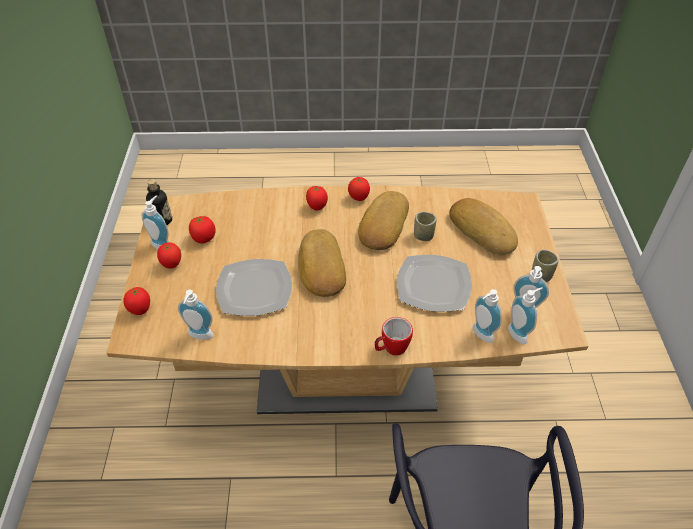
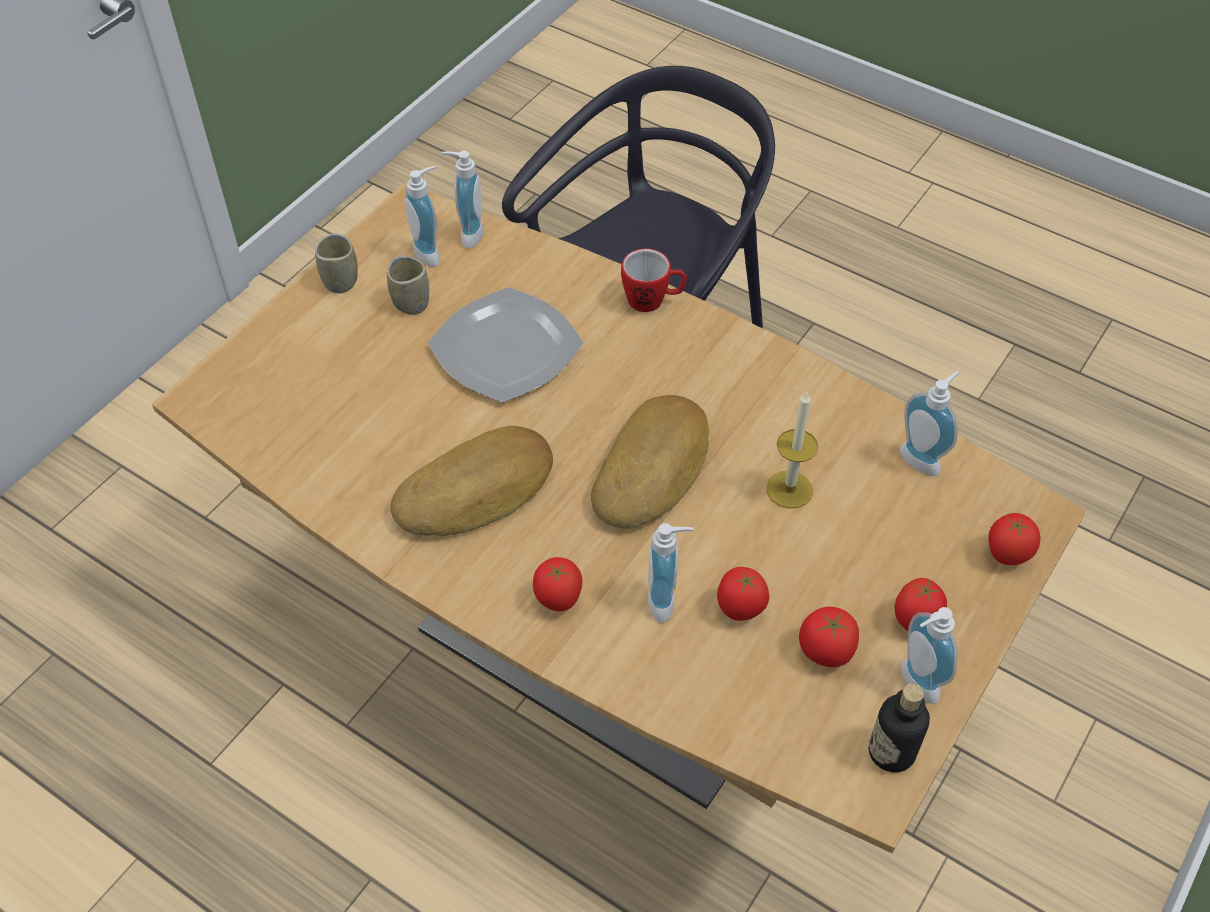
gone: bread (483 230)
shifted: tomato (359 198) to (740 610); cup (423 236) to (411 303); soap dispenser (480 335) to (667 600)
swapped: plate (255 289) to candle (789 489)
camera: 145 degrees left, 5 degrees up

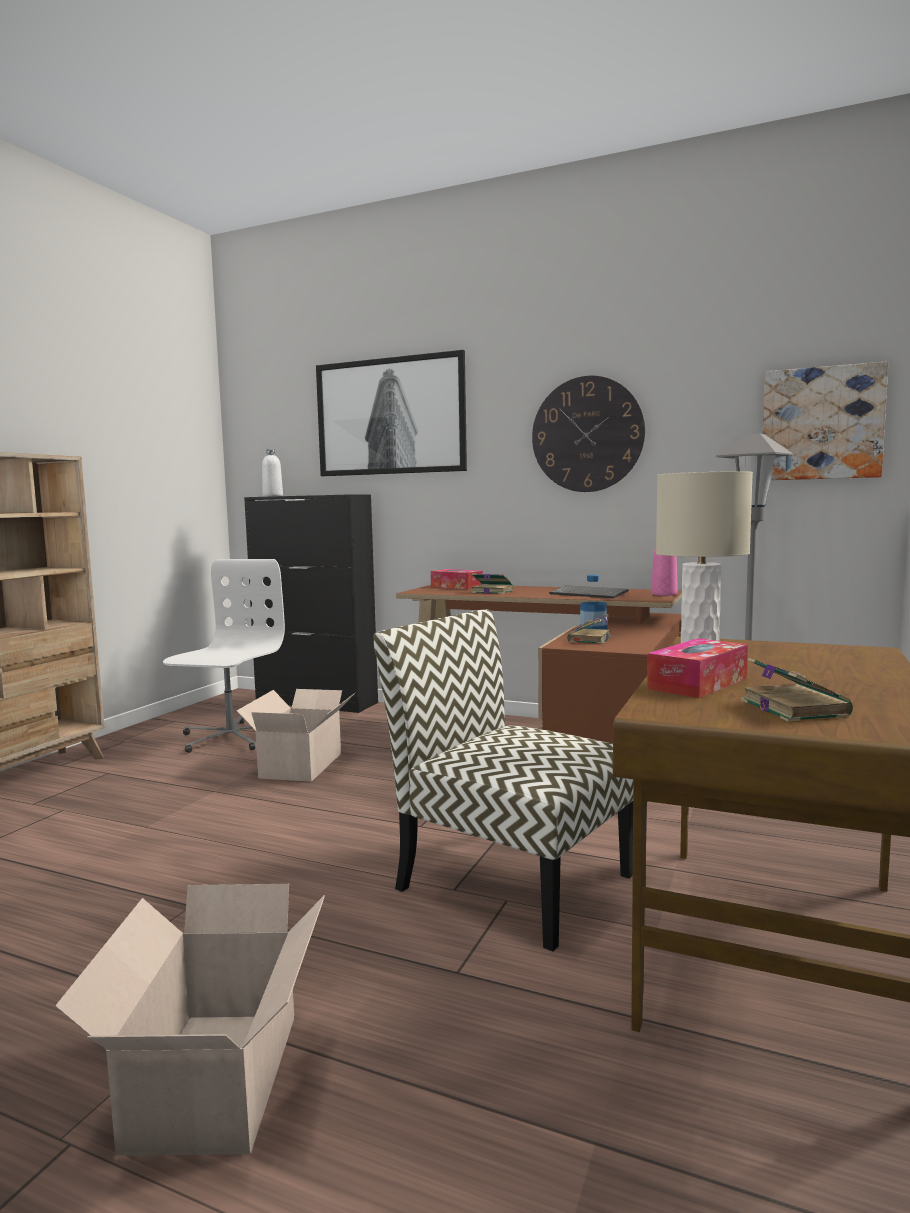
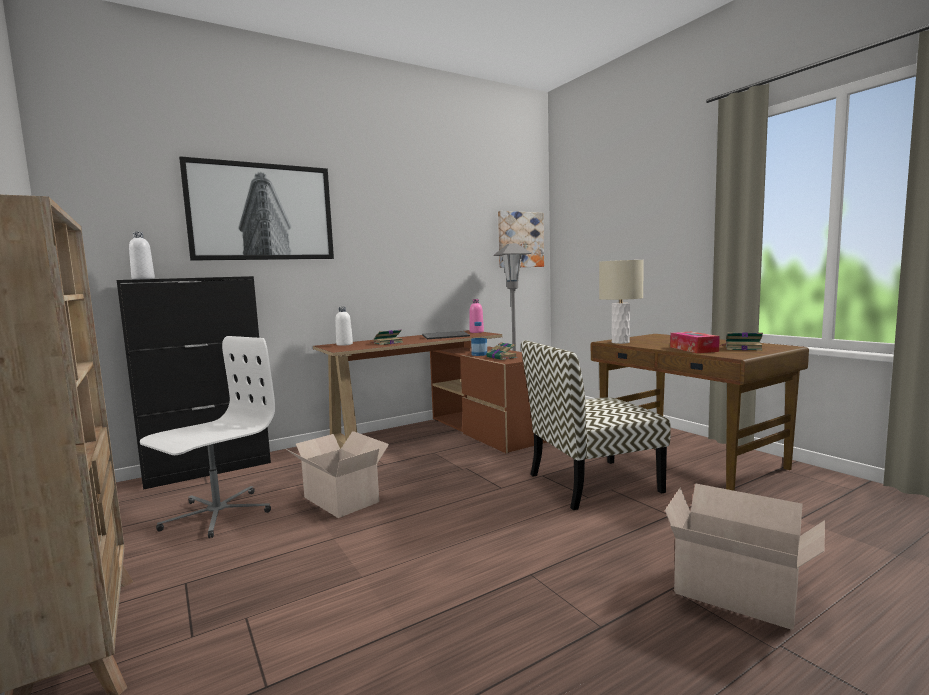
gone: wall clock (587 434)
swapped: tissue box (456 586) to bottle (white) (344 344)
rotated: office chair (white) (229 737) = (216 514) 75 degrees clockwise
camera: 55 degrees left, 0 degrees up

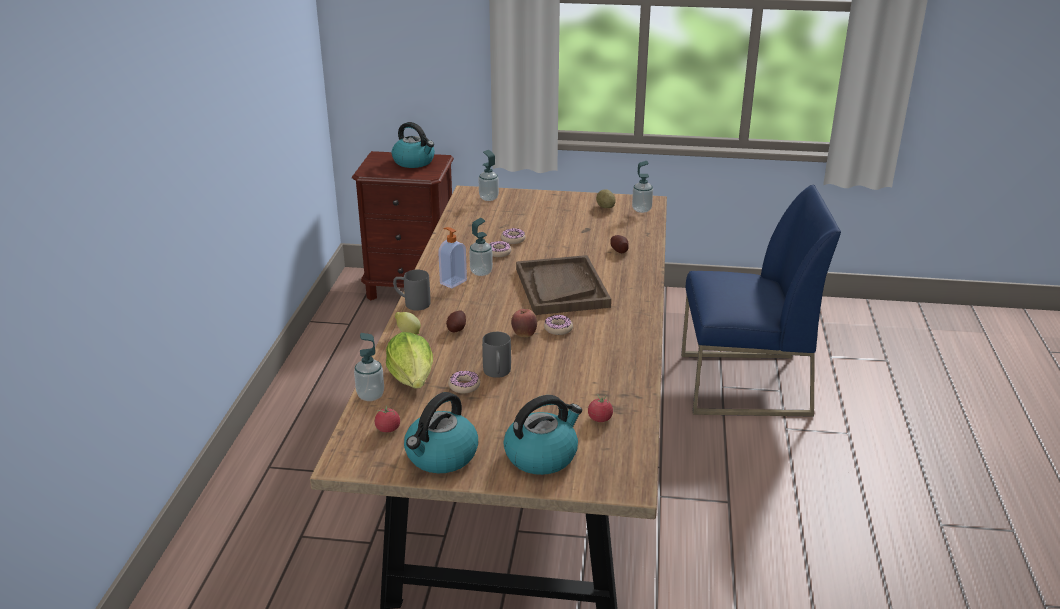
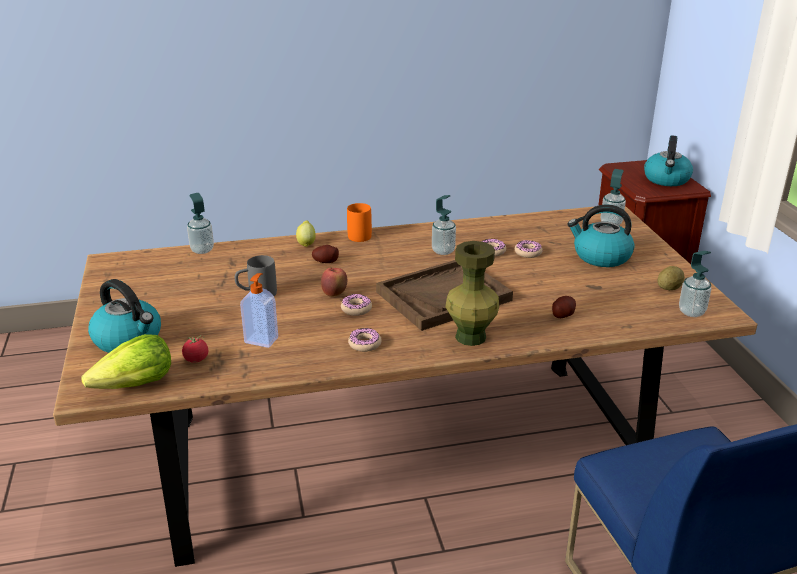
gone: tomato (388 429)
new: vase (green) (471 337)
shifted: lettuce (412 379) to (135 385); kettle (441 456) to (600 256); soap dispenser (452 282) to (262 340); donut (464 386) to (364 344)
repainted: mug (grey) (412 303) to mug (orange) (359 234)
camera: 70 degrees right, 0 degrees up

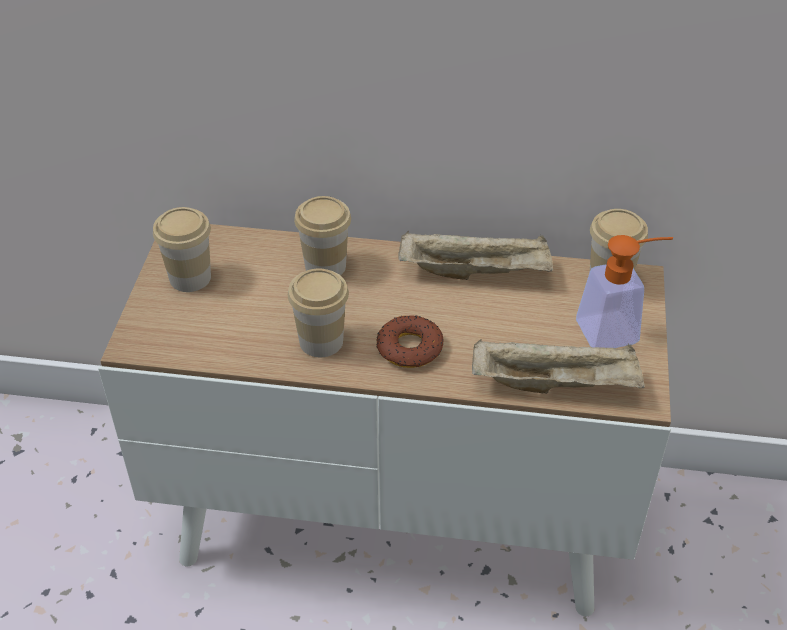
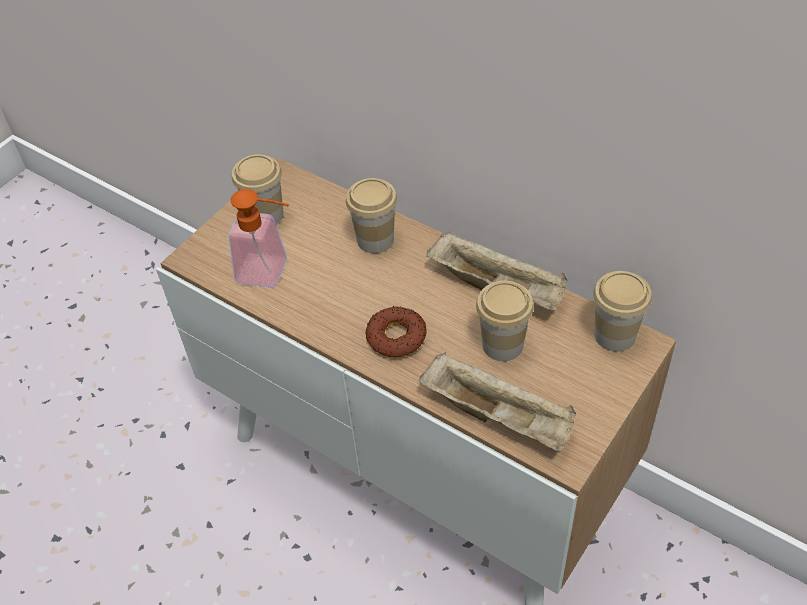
shifted: cup (321 341) to (502 345); soap dispenser (617 330) to (271 272)
camera: 30 degrees right, 5 degrees up

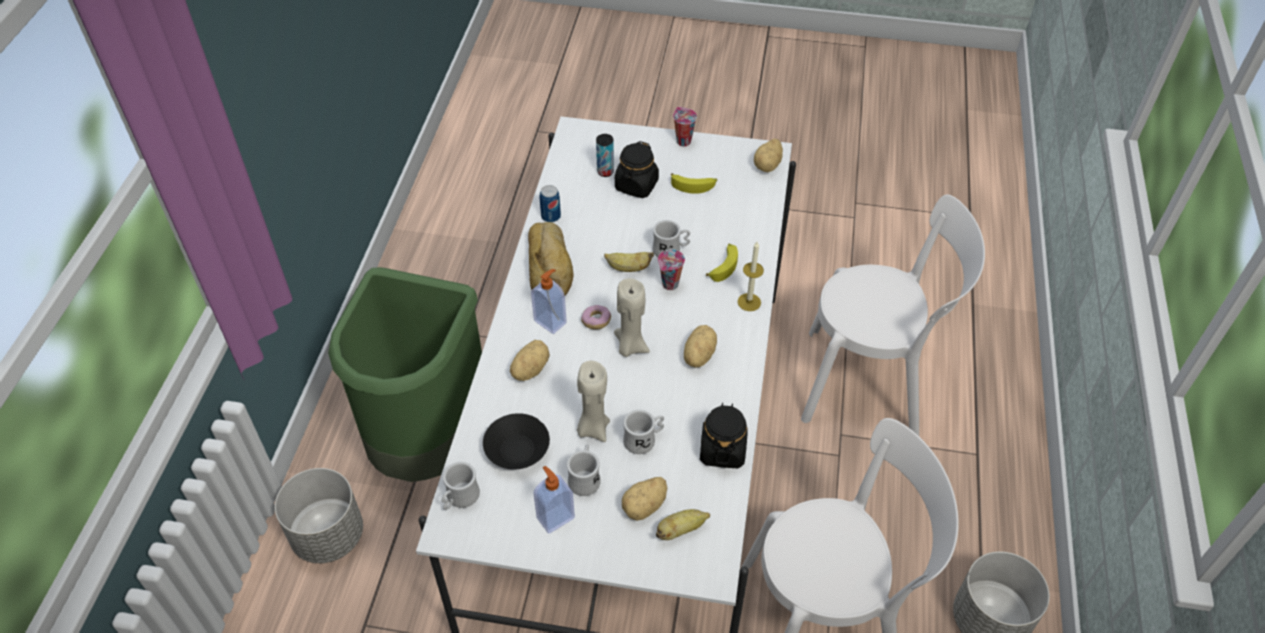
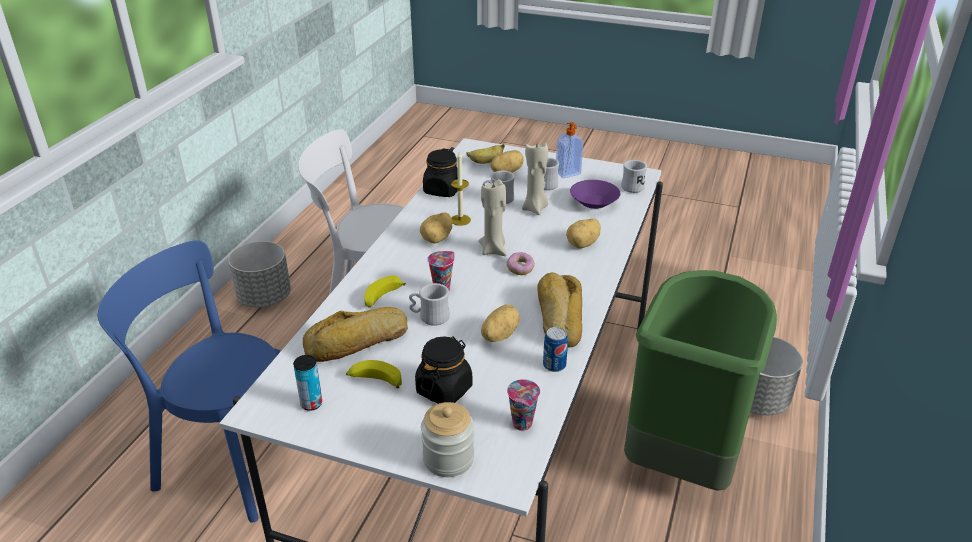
gone: soap dispenser (551 321); banana (628 268)
new: bread (358 343); jar (448 458)
shifted: can (605 172) to (311 404); cup (682 141) to (523 424); candle (749 302) to (460 220); potato (768 165) to (498 335)
repainted: bowl (black) (518 450) to bowl (purple) (593 203); chair (white) (870 383) to chair (blue) (230 458)
camera: 170 degrees left, 15 degrees down

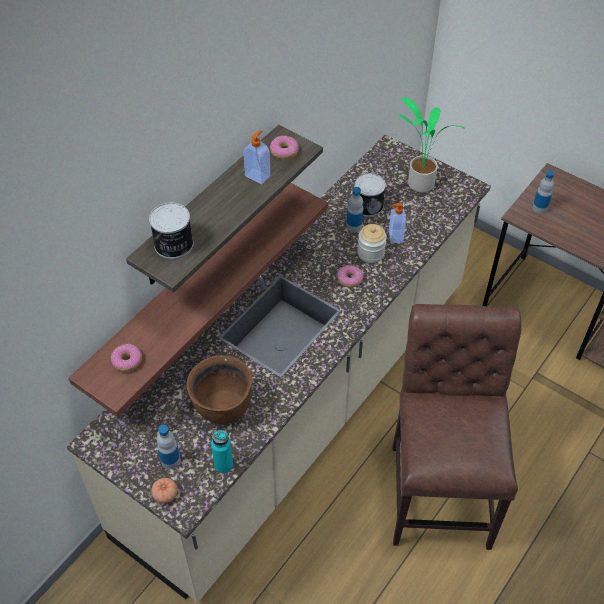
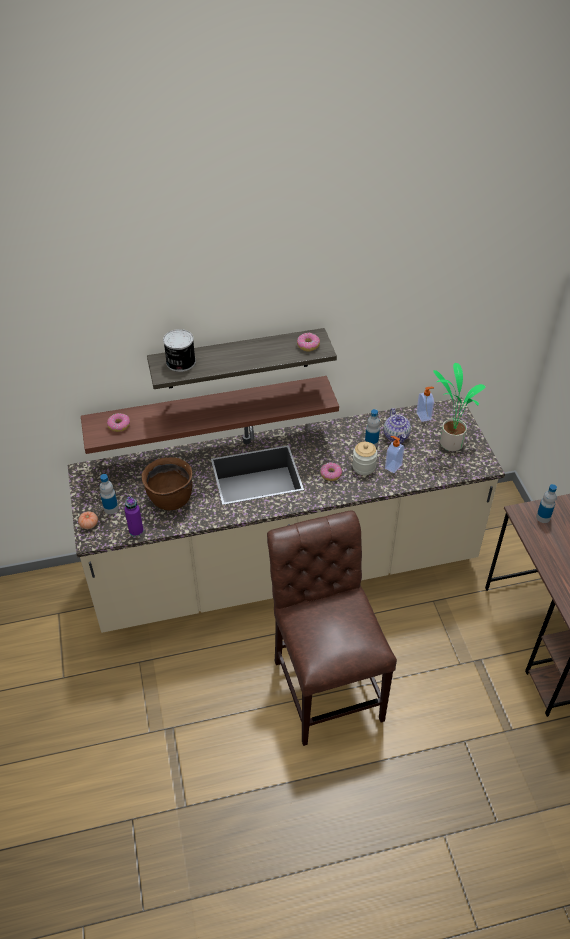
shifted: soap dispenser (258 176) to (424 416)
swapped: can (368 205) to teapot (396 436)
repainted: bottle (turquoise) (223 465) to bottle (purple) (136 531)
rotated: chair (brown) (440 488) = (326 683) 60 degrees counterclockwise
camera: 40 degrees right, 5 degrees down

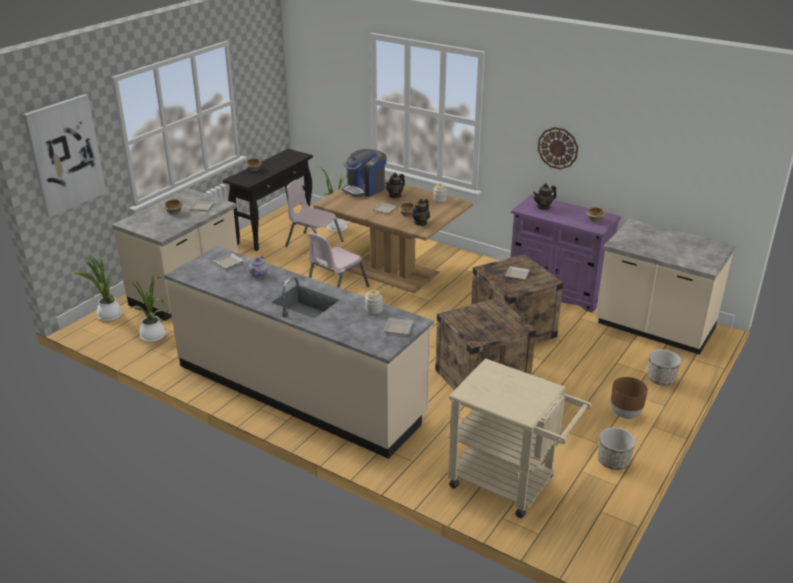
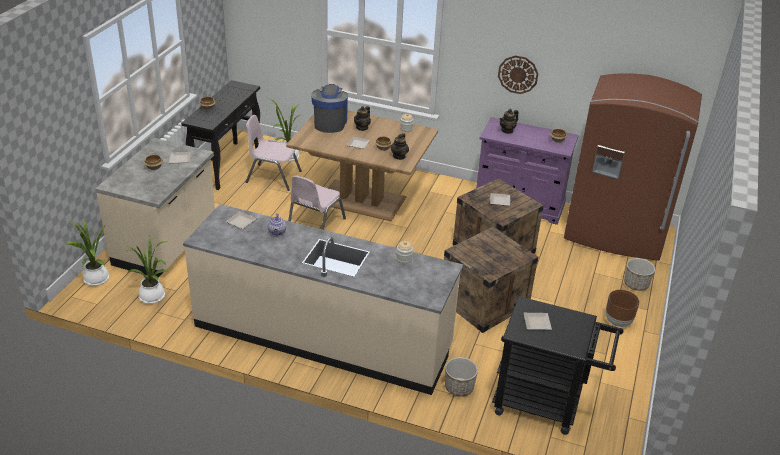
gone: picture (65 155)
shifted: plate (399 327) to (537 322); planter (613 461) to (459 387)
swapped: counter (beige) (654 328) to fridge (brown) (614 235)
repainted: cart (beige) (510 485) to cart (black) (545 404)
rotated: coffee machine (365 189) = (330 122) 150 degrees clockwise
camera: 15 degrees left, 5 degrees up

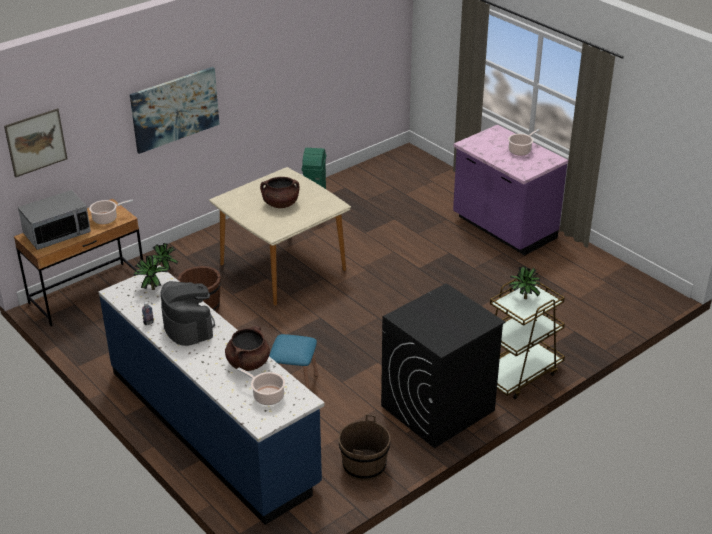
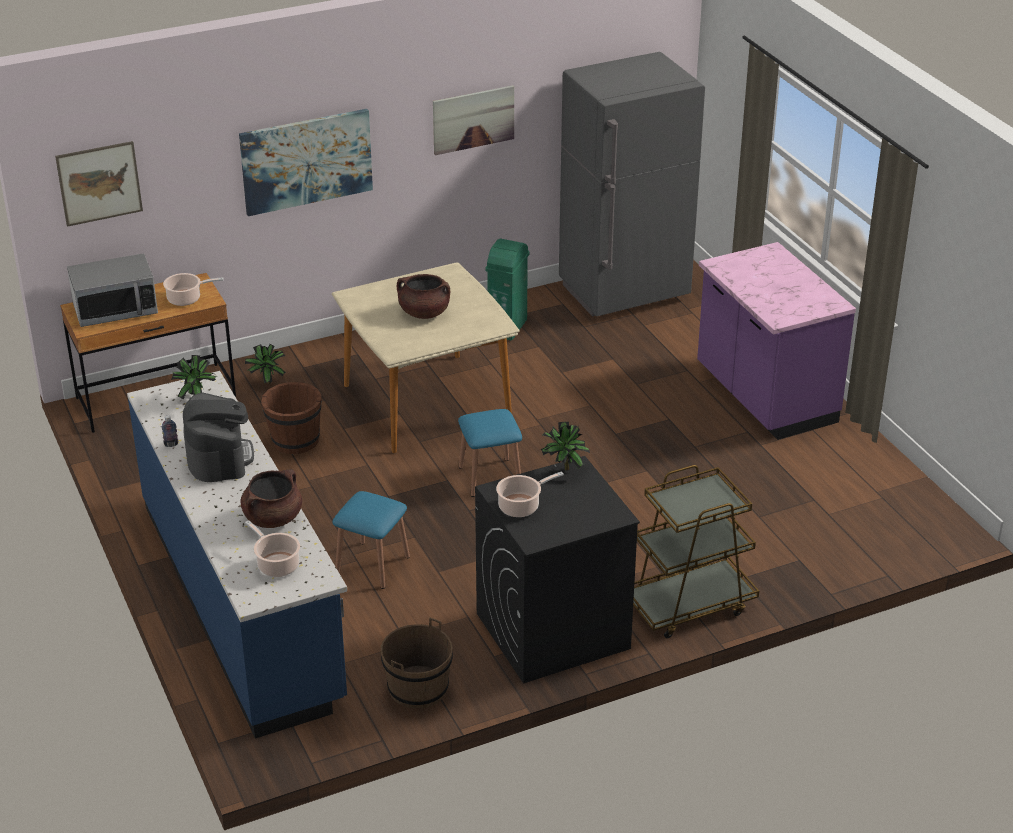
new: picture (473 119); stool (blue) (490 477); fridge (grey) (624 293)
shifted: cooking pot (520 150) to (521 506); potted plant (523 299) to (563 469)
camera: 15 degrees right, 0 degrees up

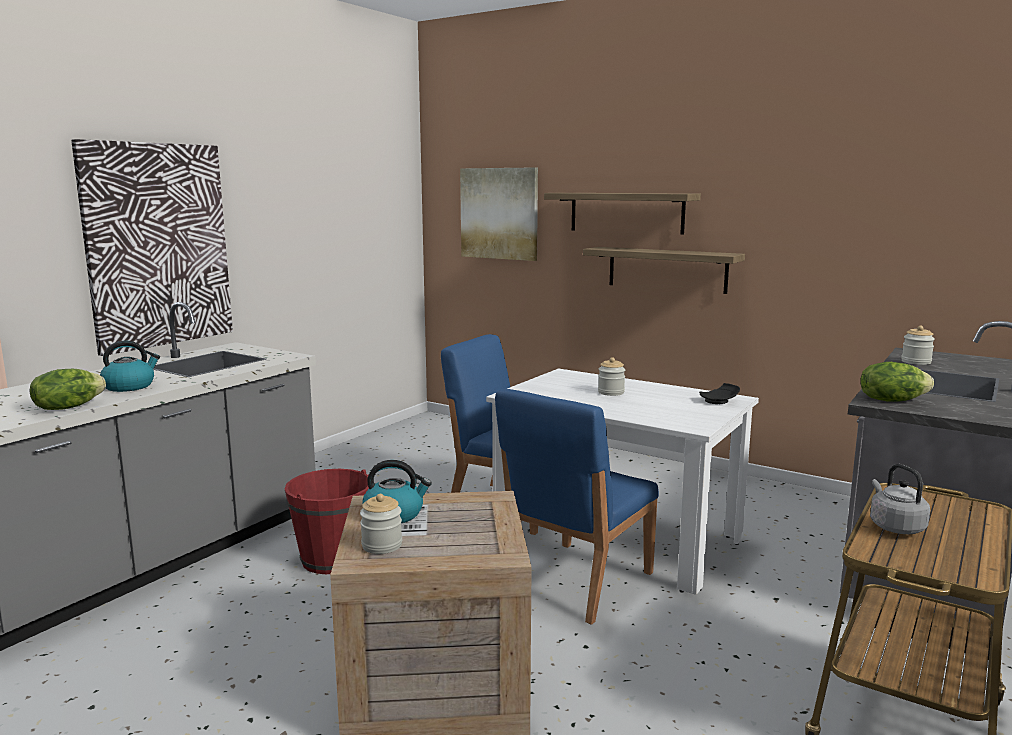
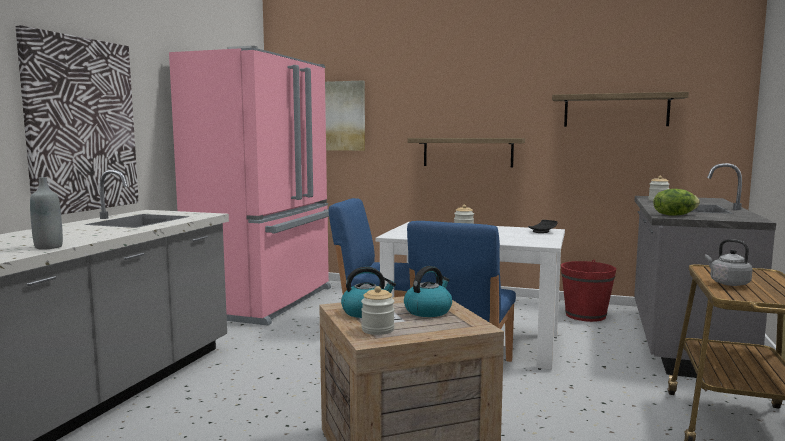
new: fridge (pink) (266 302)
shifted: kettle (129 386) to (428 311); bucket (red) (333 559) to (585 315); shelf (626 212) to (616 110)
swapped: lettuce (68 407) to bottle (grey) (48 247)
camera: 15 degrees left, 5 degrees down

